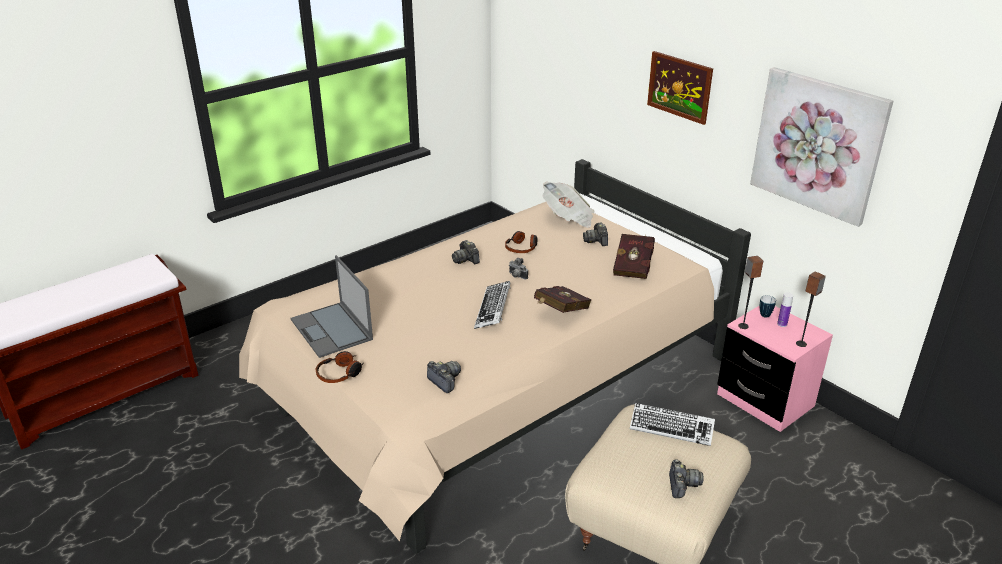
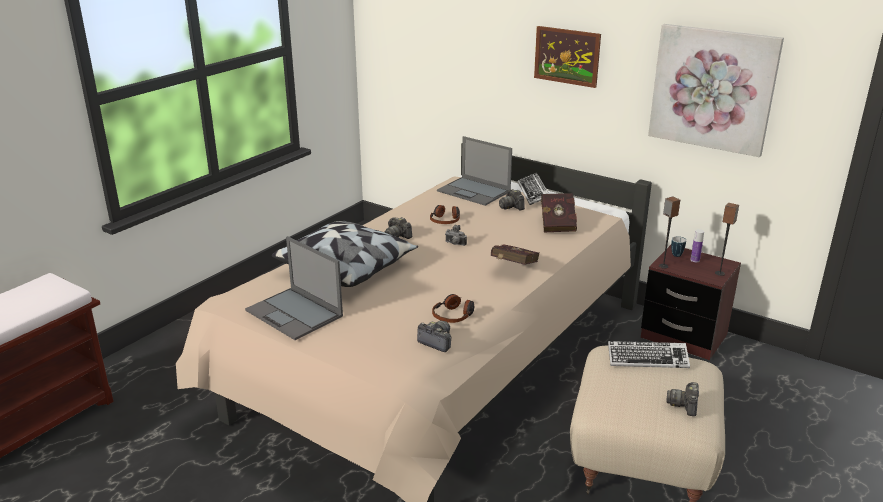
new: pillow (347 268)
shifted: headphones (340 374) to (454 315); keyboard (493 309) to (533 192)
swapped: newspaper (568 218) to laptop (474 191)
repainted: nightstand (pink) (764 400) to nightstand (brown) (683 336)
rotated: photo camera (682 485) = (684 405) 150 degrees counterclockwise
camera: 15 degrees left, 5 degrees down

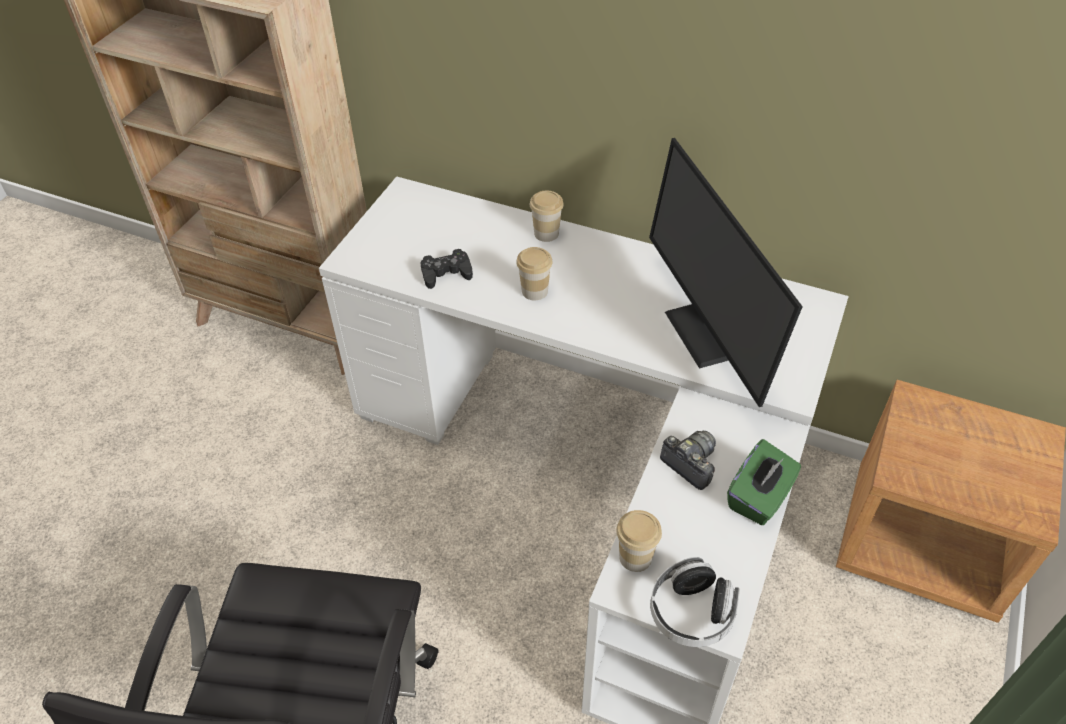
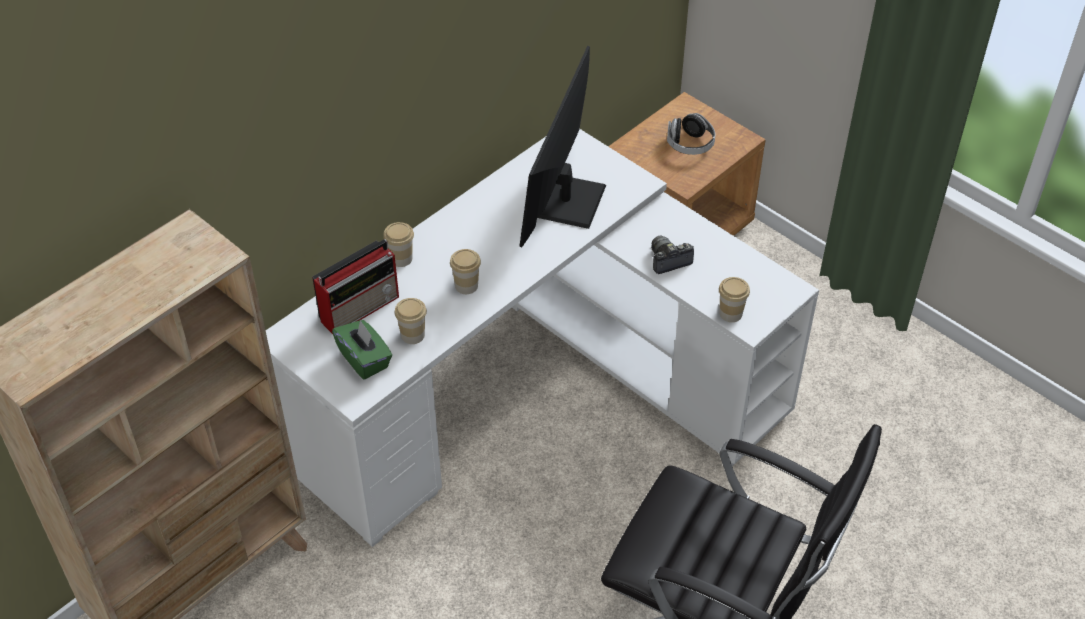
new: radio (361 307)
shifted: headphones (691 613) to (689 144); tissue box (green) (759 497) to (364 359)
swapped: game controller (black) (446 273) to cup (413 335)
rotated: monitor (715 330) = (564 200) 105 degrees clockwise
camera: 70 degrees left, 0 degrees up

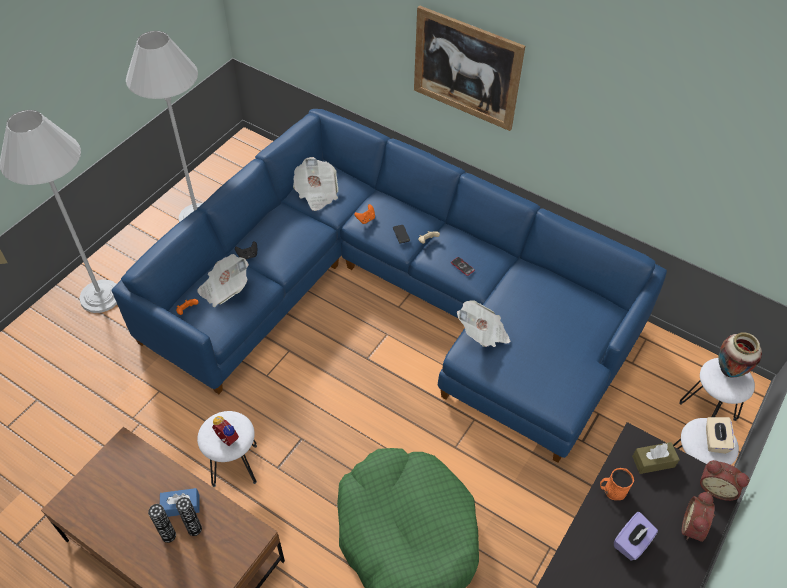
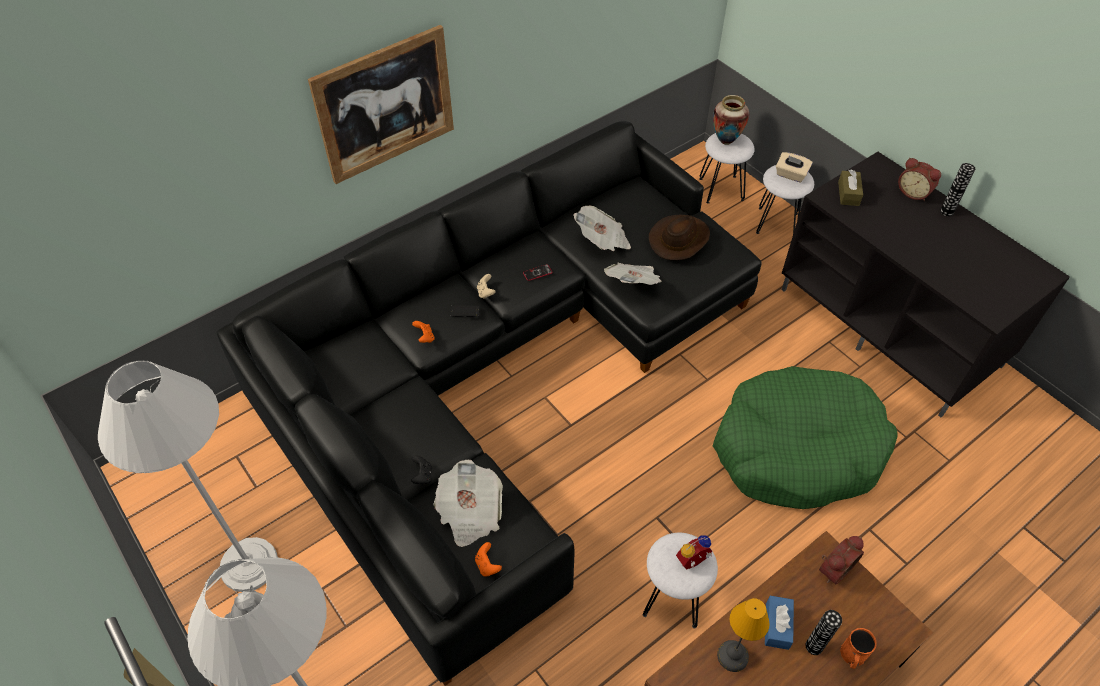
gone: tissue box (purple) (632 542)
new: hat (brown) (679 239); table lamp (733 656)
shifted: vase (194 529) to (947 211); newspaper (316 193) to (602 240); mug (orange) (612 490) to (852 656); alarm clock (716 487) to (833 568)
repainted: sofa (blue) (395 298) to sofa (black) (498 375)
camera: 70 degrees left, 0 degrees up

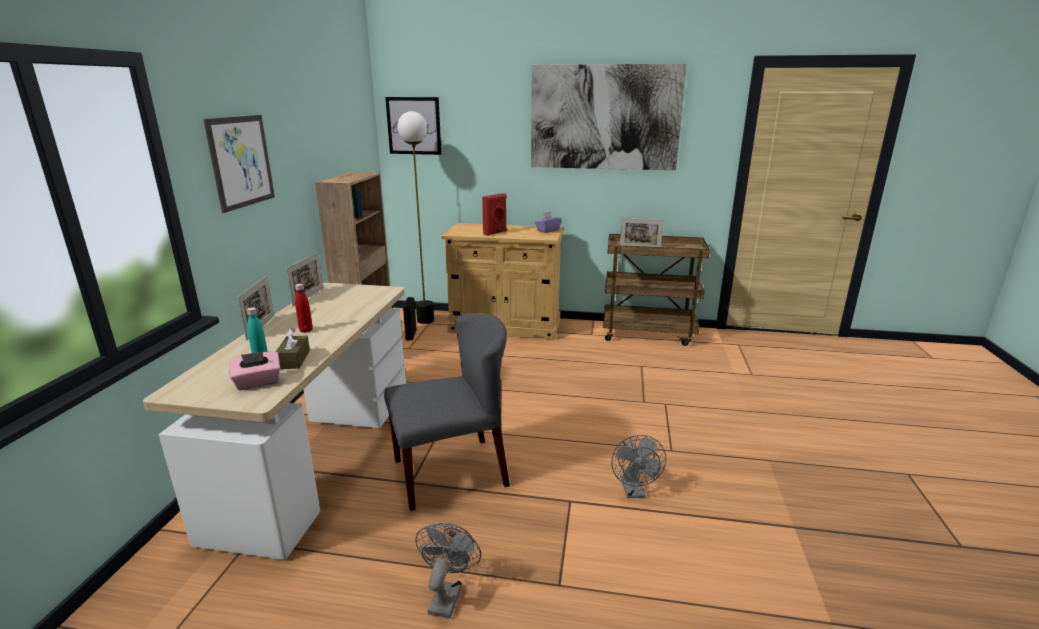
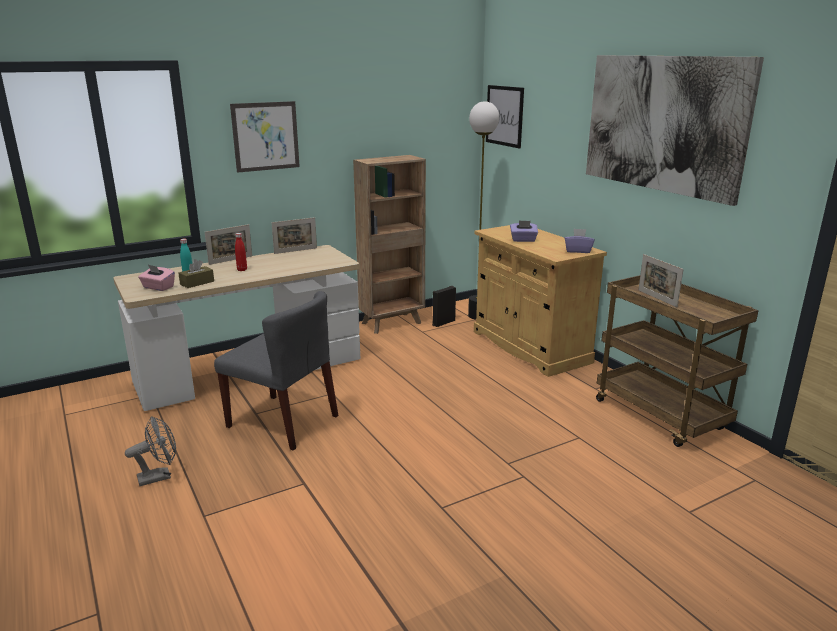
gone: fan (grey) (634 491)
swapped: speaker (red) (495 233) to tissue box (purple) (523 240)
camera: 50 degrees right, 0 degrees up

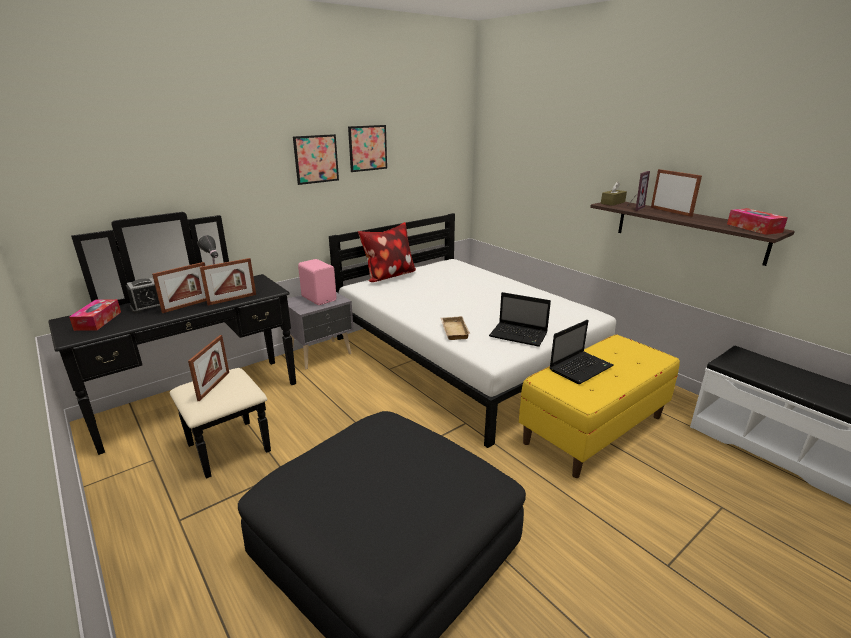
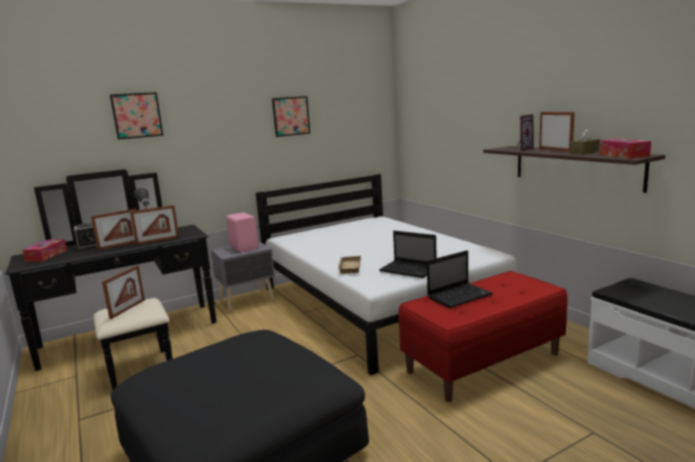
gone: pillow (388 276)
shifted: picture (316 159) to (137 115); tissue box (brown) (612 203) to (584 152)
repainted: bench (yellow) (593 429) to bench (red) (483 362)
camera: 10 degrees right, 10 degrees down

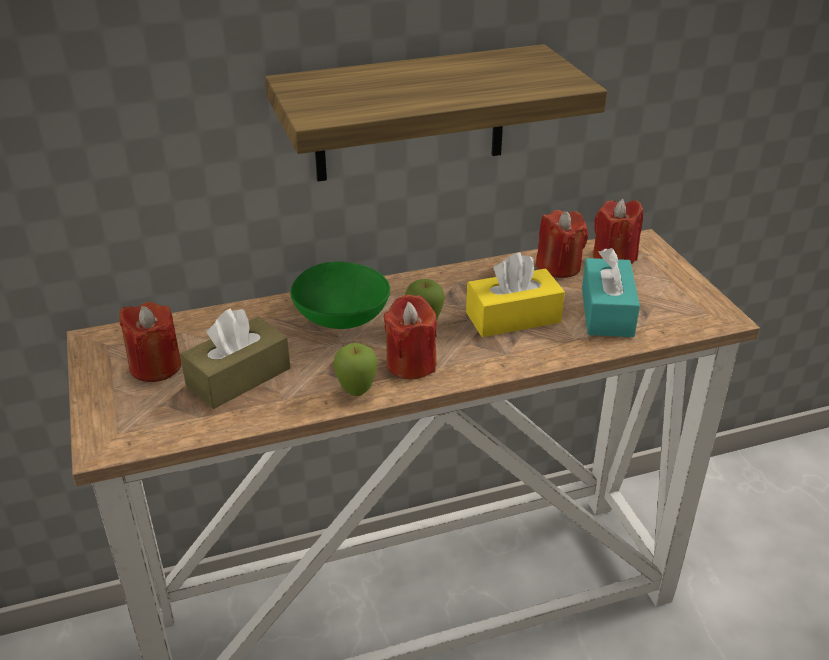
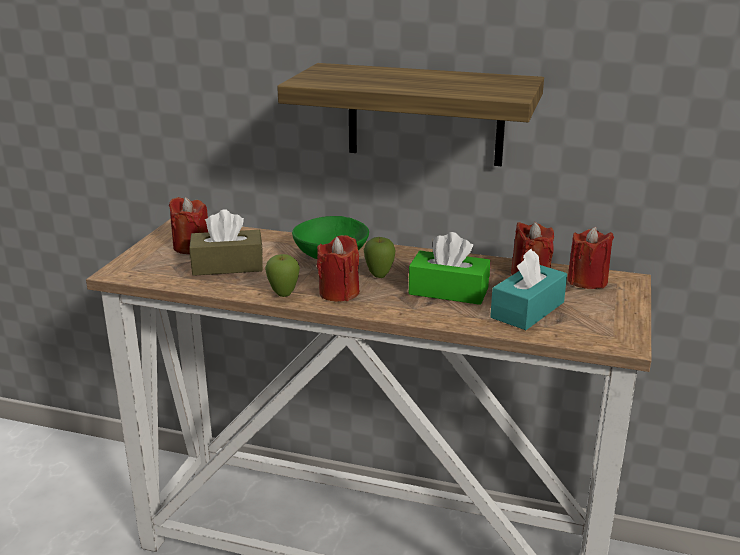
repainted: tissue box (yellow) (513 317) to tissue box (green) (448 291)
camera: 35 degrees right, 10 degrees down

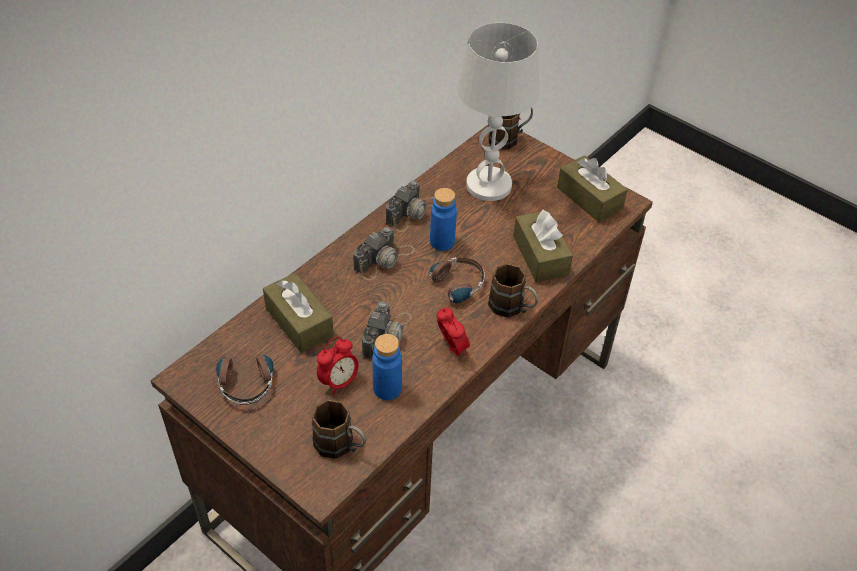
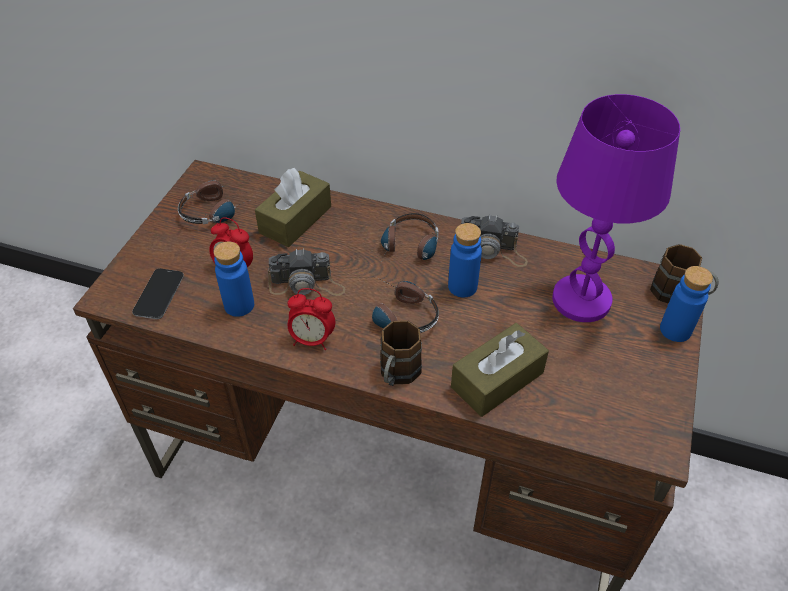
gone: tissue box (brown) (589 198)
new: bottle (blue) (675 330)
swapped: mug (brown) (341 446) to phone (159 294); photo camera (384 259) to headphones (409 250)
repainted: table lamp (white) (488 185) to table lamp (purple) (580 300)
rotated: alarm clock (452 349) = (312 340) 60 degrees clockwise
camera: 70 degrees right, 0 degrees up

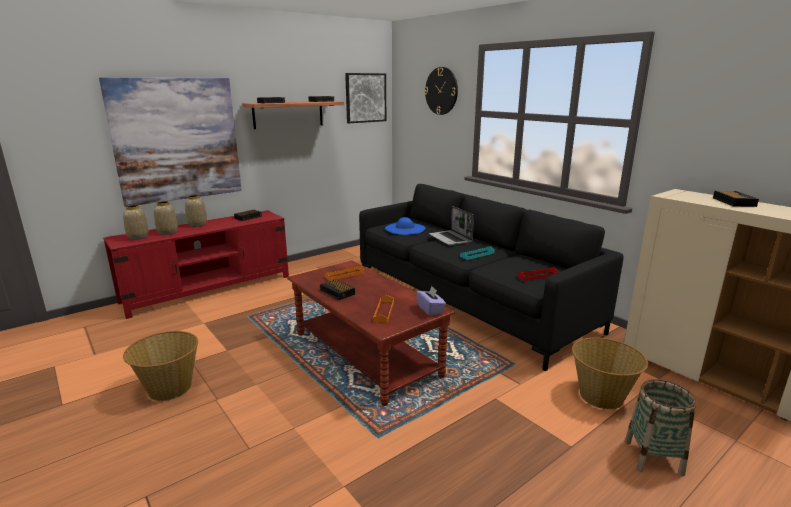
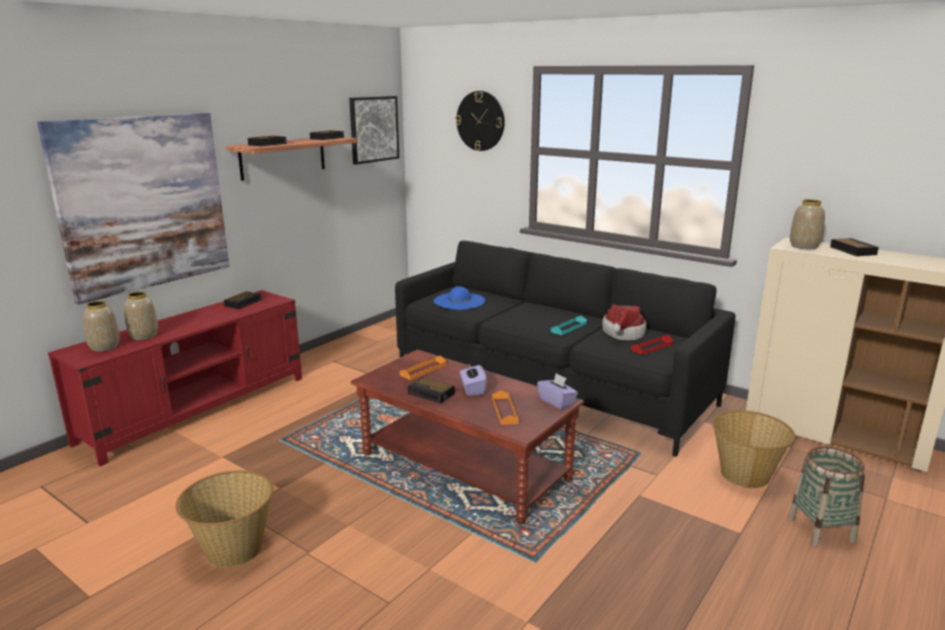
gone: laptop (451 239)
new: tissue box (purple) (472 389); hat (622 334)
shifted: vase (197 224) to (804 246)
camera: 15 degrees left, 0 degrees up

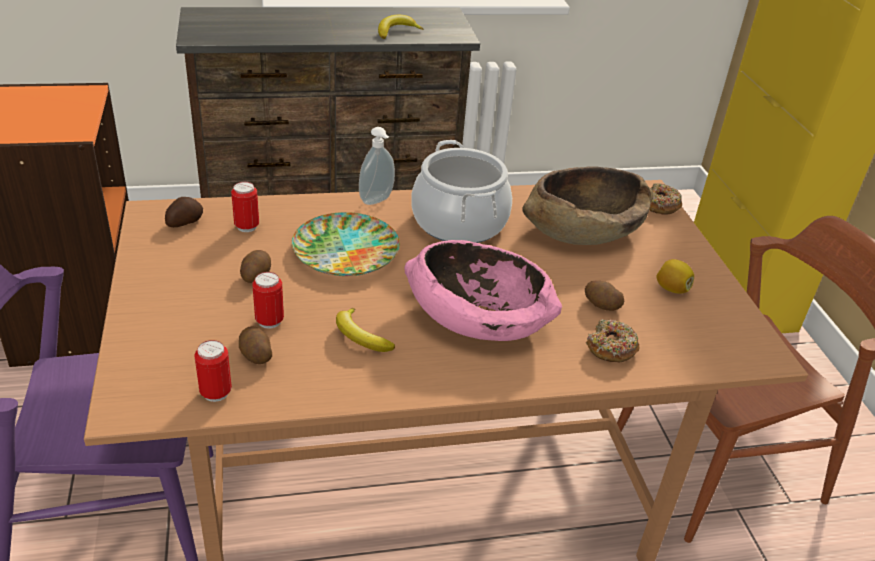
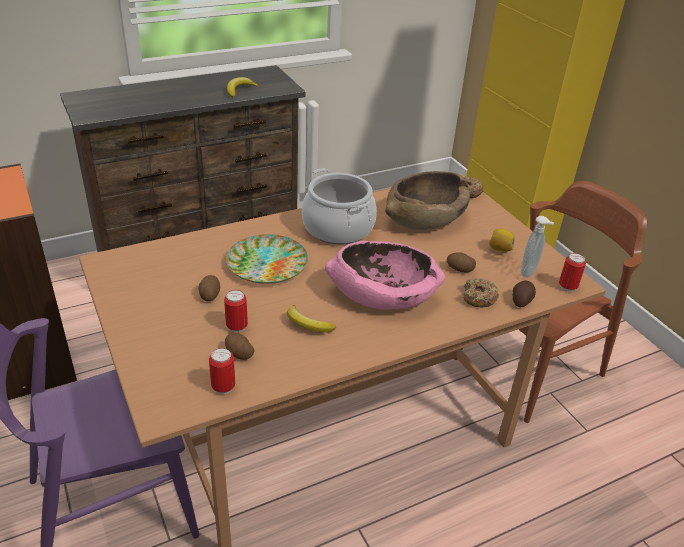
shifted: potato (184 222) to (521 300); can (247 226) to (567 287); soap dispenser (377 201) to (529 272)
camera: 15 degrees left, 0 degrees up

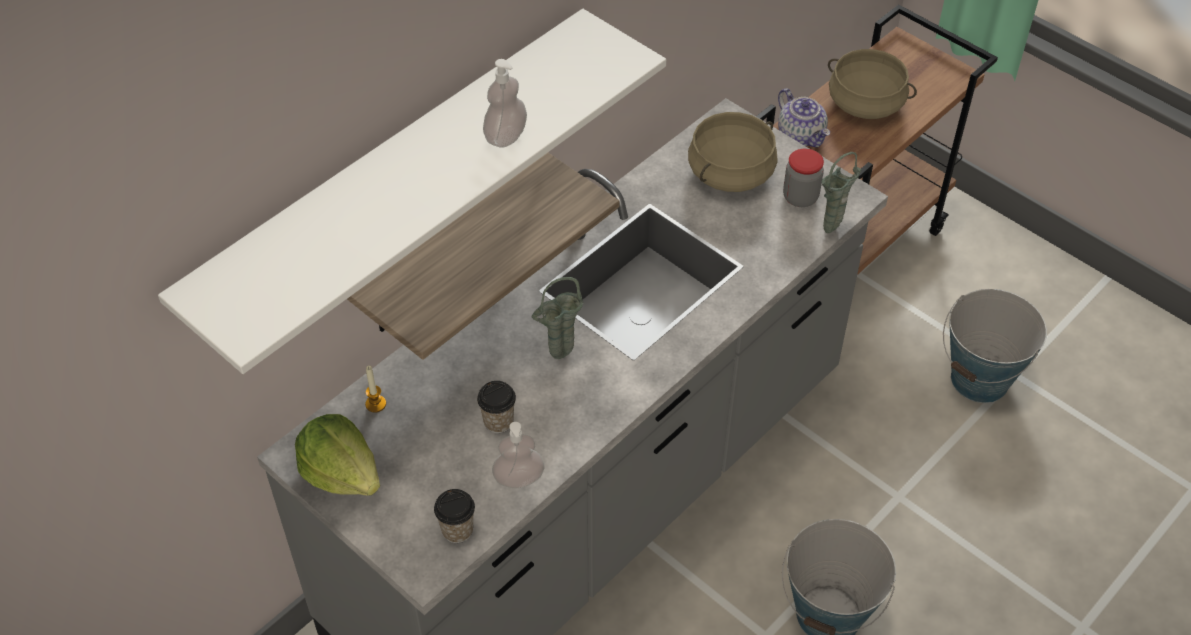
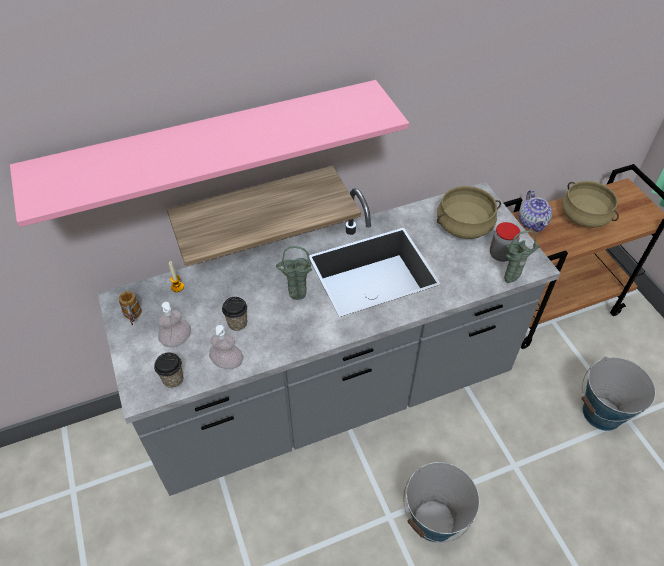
shifted: soap dispenser (505 136) to (177 340)
swapped: lettuce (341 472) to mug (134 319)
repainted: shelf (white) (394 175) to shelf (pink) (210 146)
camera: 25 degrees right, 0 degrees up

